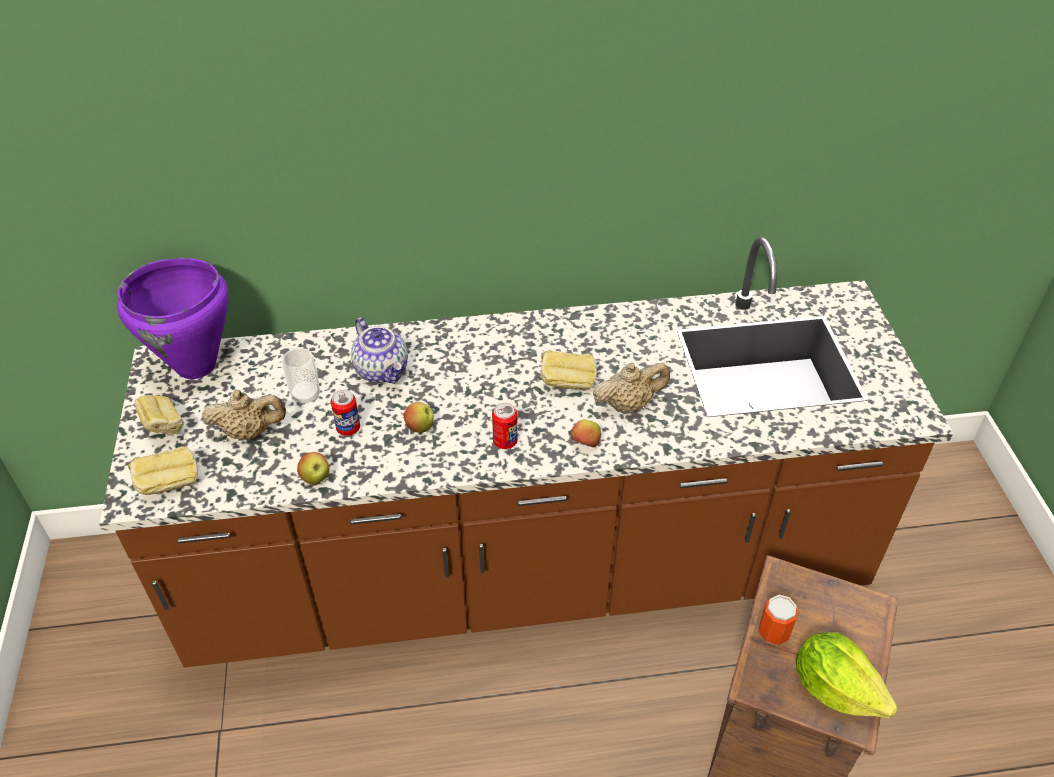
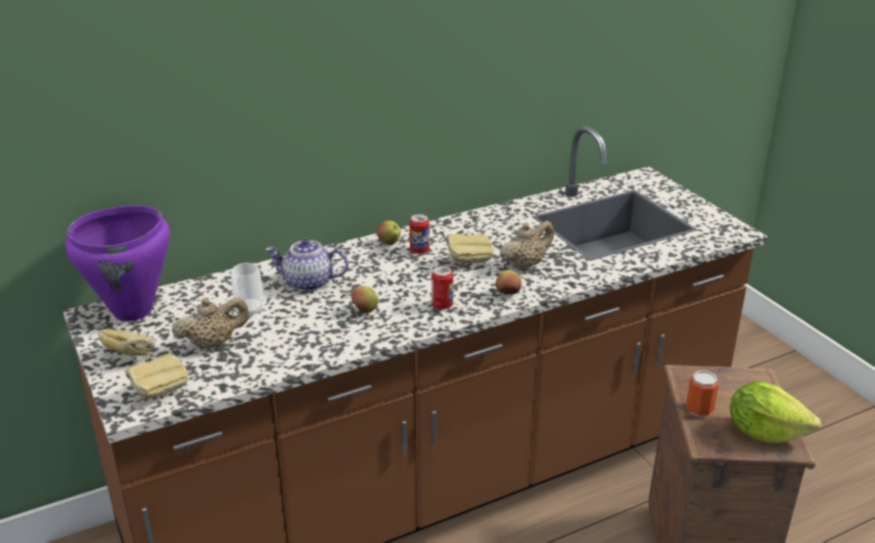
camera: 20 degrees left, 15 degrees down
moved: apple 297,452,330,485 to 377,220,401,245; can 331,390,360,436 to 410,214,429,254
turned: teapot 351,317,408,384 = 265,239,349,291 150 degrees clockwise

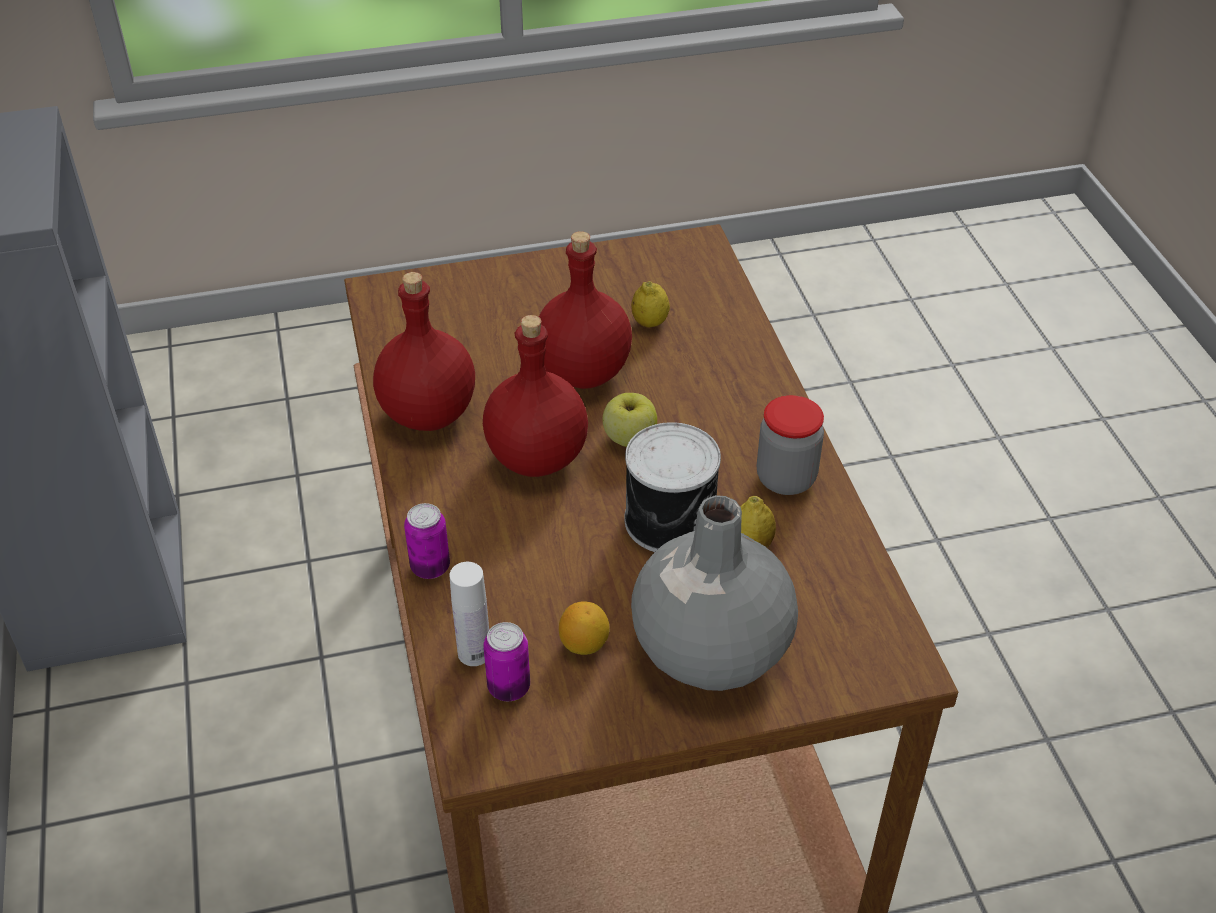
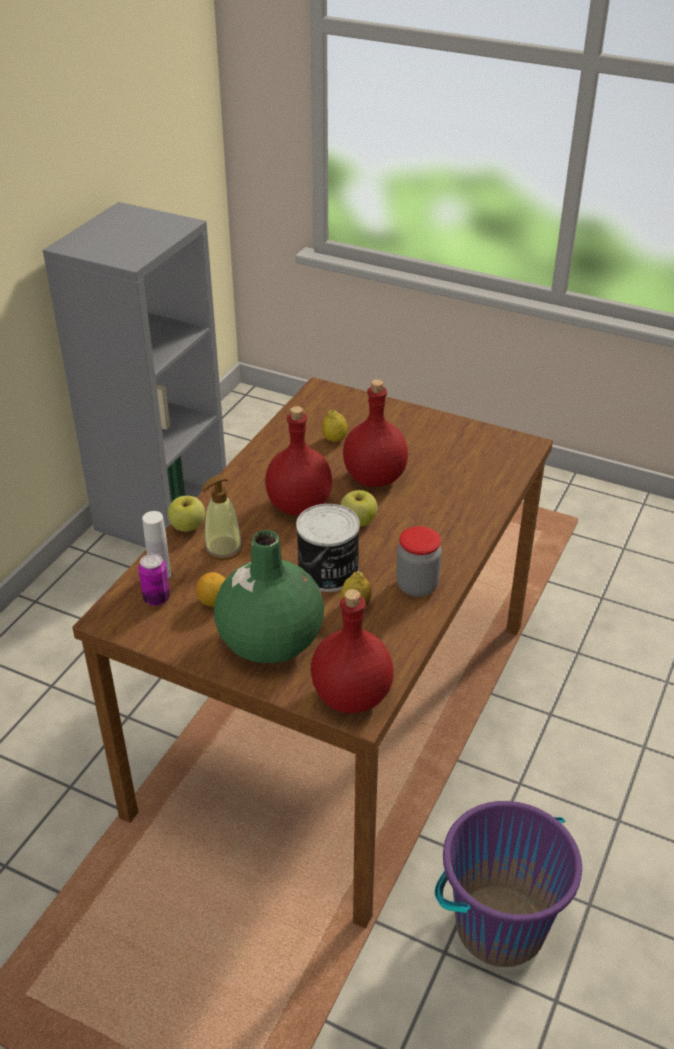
camera: 40 degrees right, 5 degrees down
added: soap_dispenser 201,474,243,560; purple_bucket 435,801,582,967
moved: red_bottle 373,272,475,431 to 311,589,394,714; lemon 631,281,670,328 to 322,410,348,442
replaced: can 404,503,450,579 to apple 168,496,205,532
recoloured: grey_vase 631,495,798,691 to green_vase 214,530,324,663

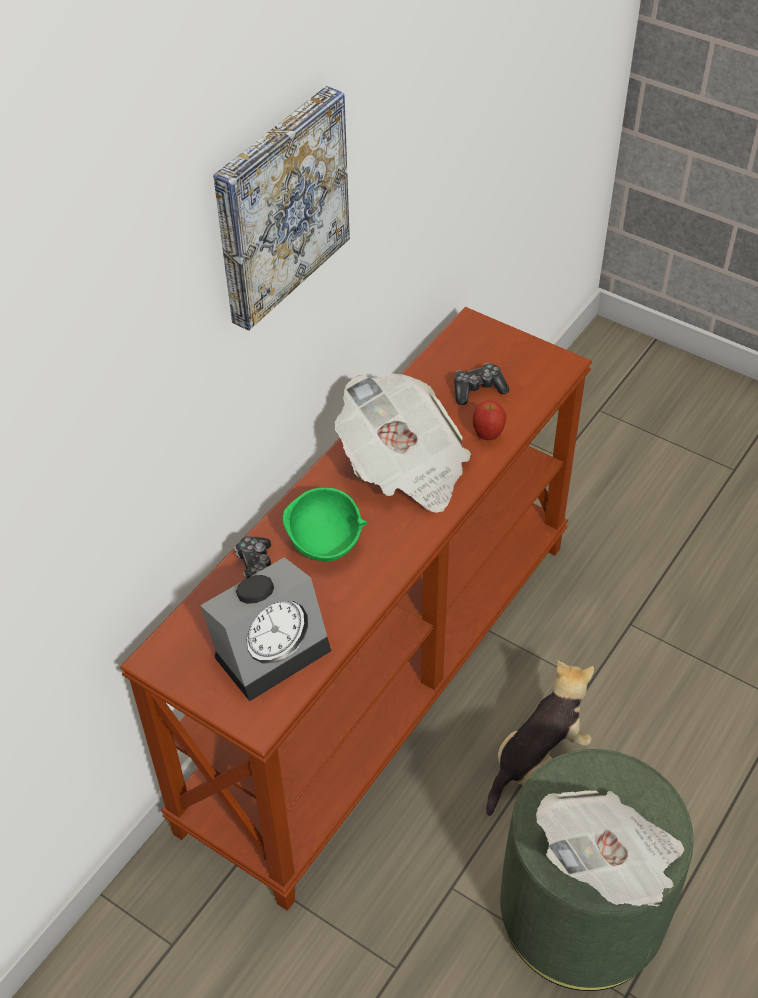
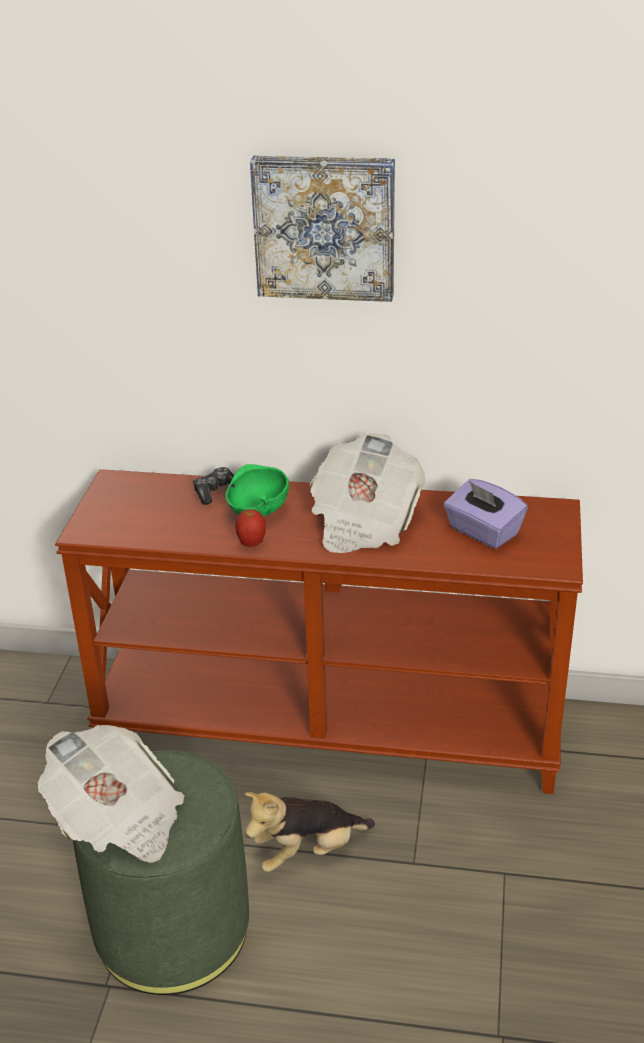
camera: 65 degrees right, 15 degrees down
removed: alarm_clock 200,557,331,701
moved: apple 473,400,506,440 to 235,509,266,547
replaced: game_controller 454,363,509,405 to purple_tissue_box 444,479,528,549
turned: plush_toy 486,661,594,816 = 245,792,375,872 135 degrees clockwise

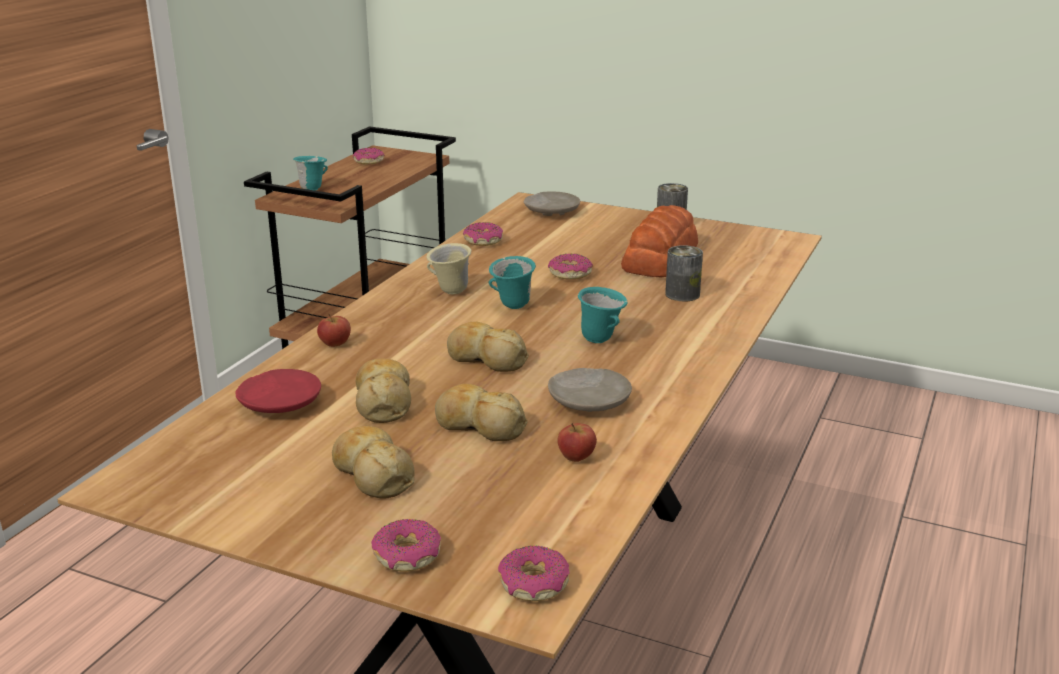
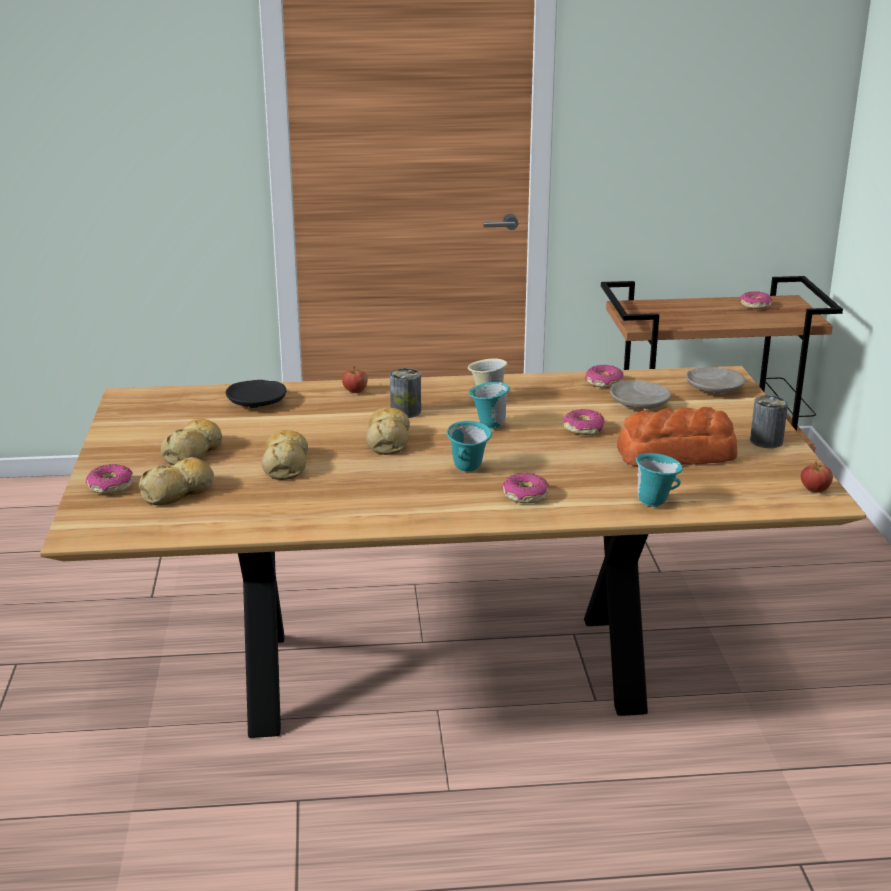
camera: 60 degrees right, 0 degrees up
moved: turquoise_mug 293,156,328,191 to 636,453,683,507; bread 356,359,411,423 to 139,457,214,505; donut 498,545,570,601 to 502,473,549,503; beige_plate 548,368,632,412 to 610,380,671,409; apple 557,423,597,462 to 801,461,833,492; can 665,245,703,301 to 390,368,421,418
recoloured: red_plate 235,369,321,413 to black_plate 226,380,286,408

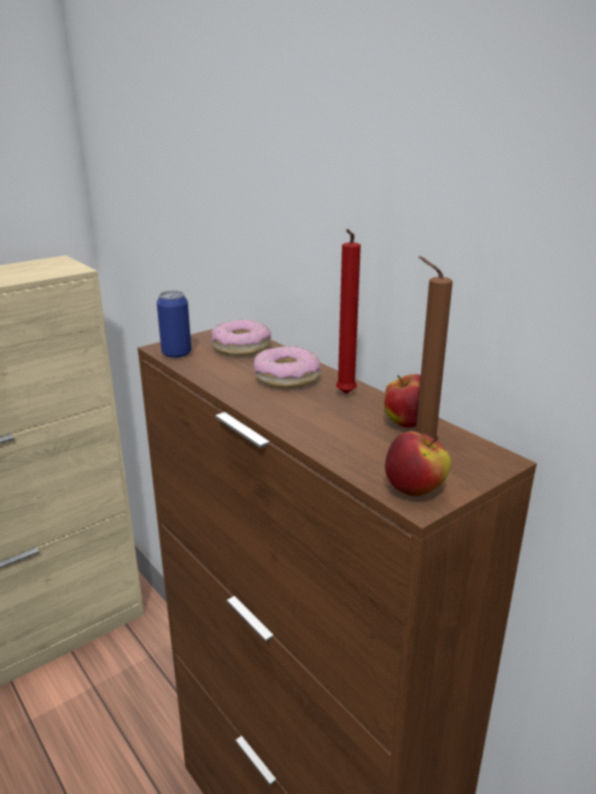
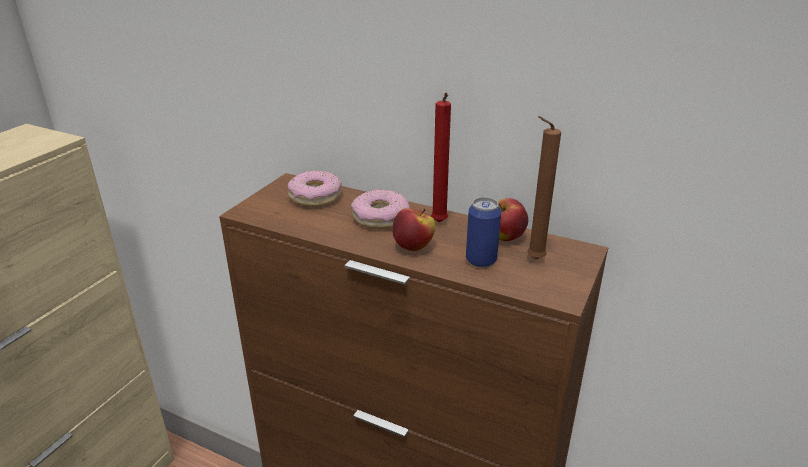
camera: 25 degrees left, 5 degrees up
moved: can 157,290,191,358 to 466,197,501,267; apple 385,431,451,497 to 392,208,436,251

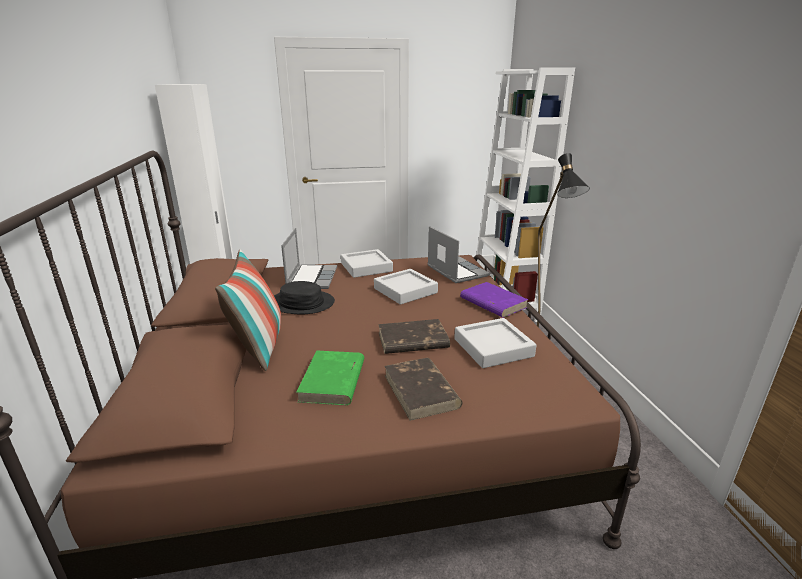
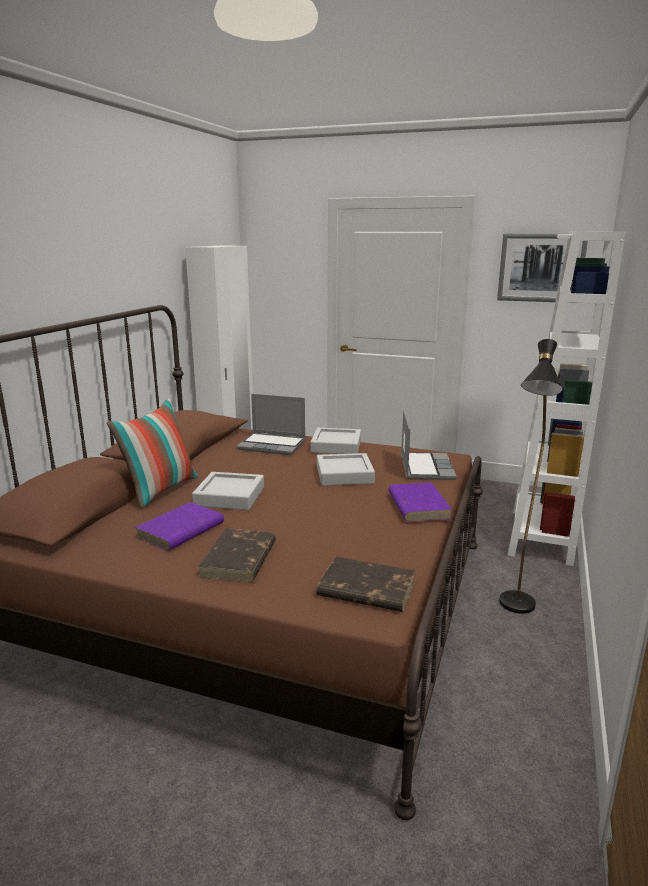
camera: 30 degrees right, 5 degrees down
removed: black_hat 274,281,335,314
added: picture 497,234,588,303
moved: brown_book 378,319,450,354 to 316,557,415,612; grey_tray 454,318,537,368 to 192,472,264,510
recoloured: green_book 296,351,364,406 to purple_book 135,502,224,551
turned: laptop 281,228,337,289 = 236,394,306,455 75 degrees clockwise

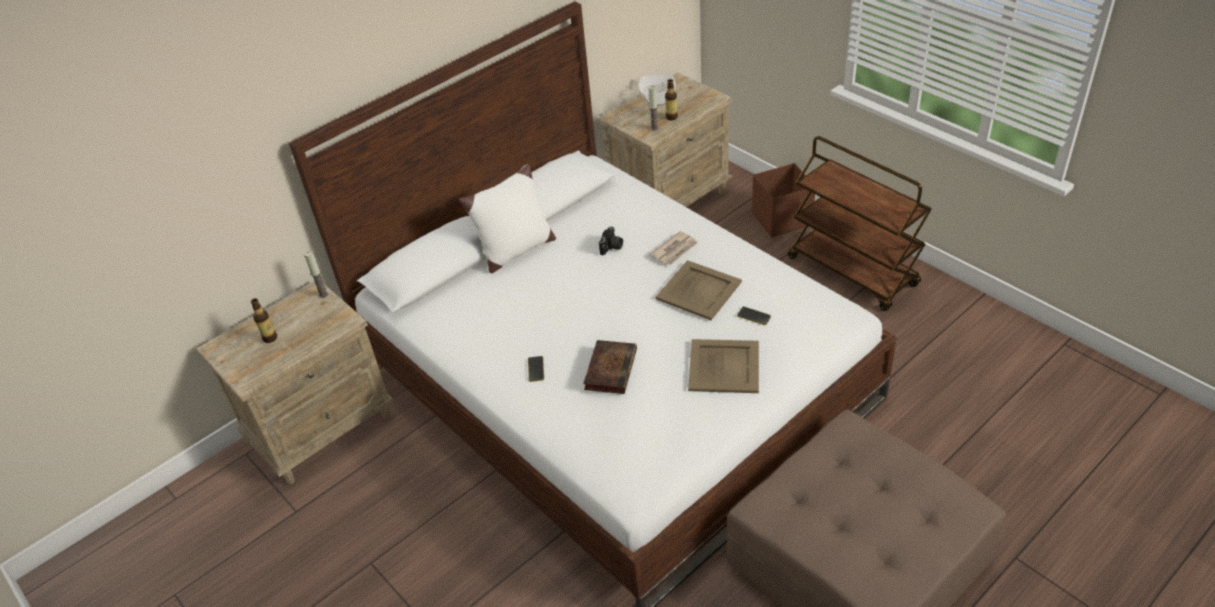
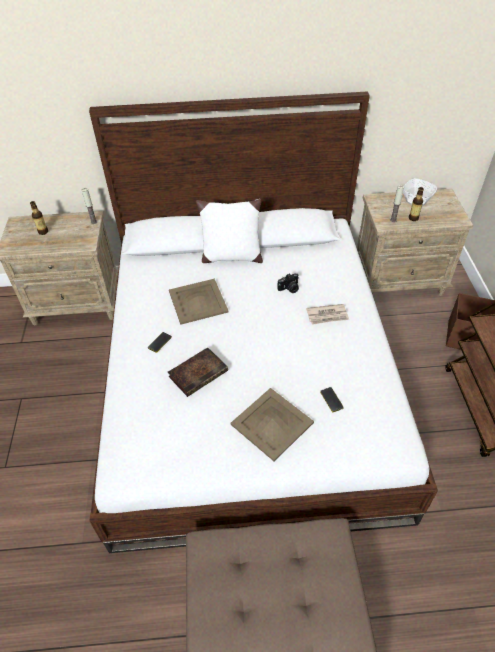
camera: 35 degrees right, 5 degrees up
moved: beige_tray 656,260,742,320 to 169,279,229,325

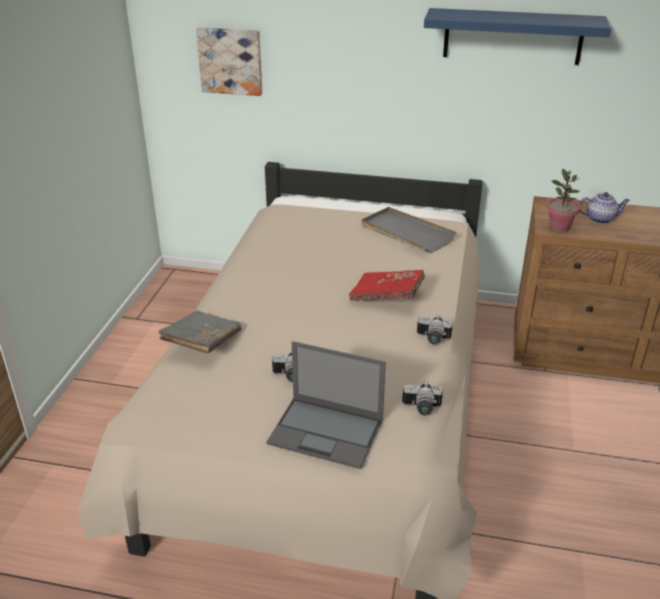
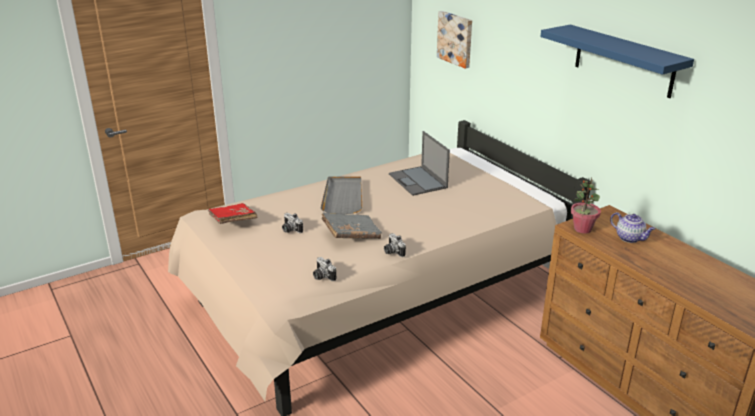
camera: 45 degrees right, 5 degrees down
moved: grey_book 158,311,242,353 to 321,213,382,239; laptop 266,341,386,469 to 389,131,450,196; red_book 349,270,425,301 to 208,203,257,224; grey_tray 361,207,456,252 to 320,176,362,214

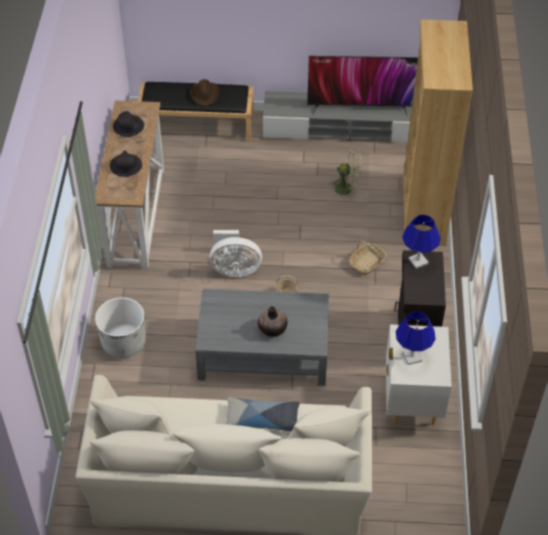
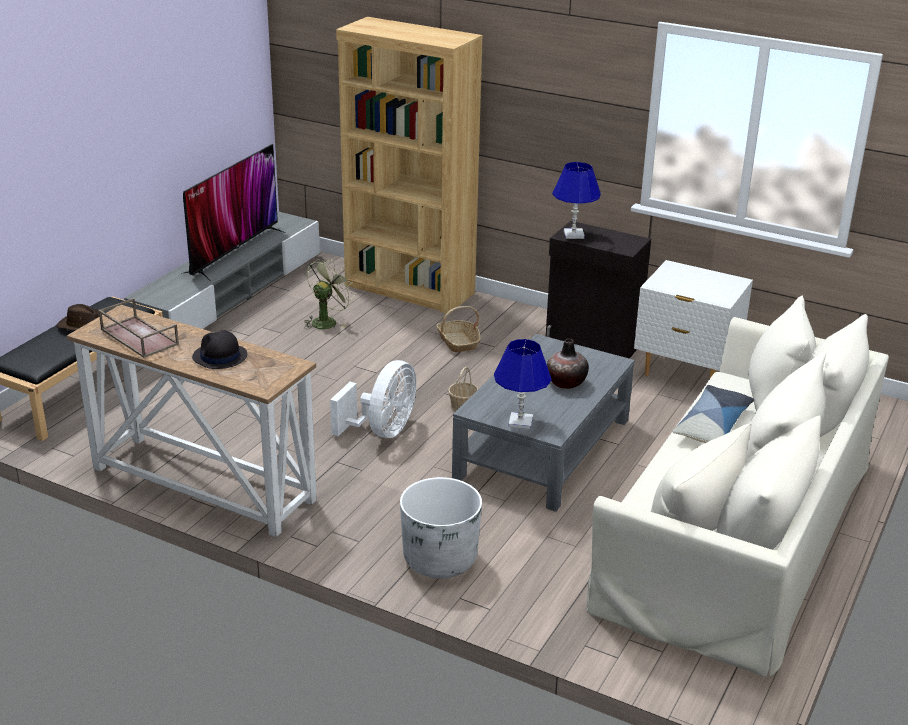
camera: 65 degrees left, 20 degrees down
moved: blue_table_lamp 396,312,436,365 to 494,339,552,429
replaced: black_hat 113,111,144,137 to brown_tray 98,298,179,358

